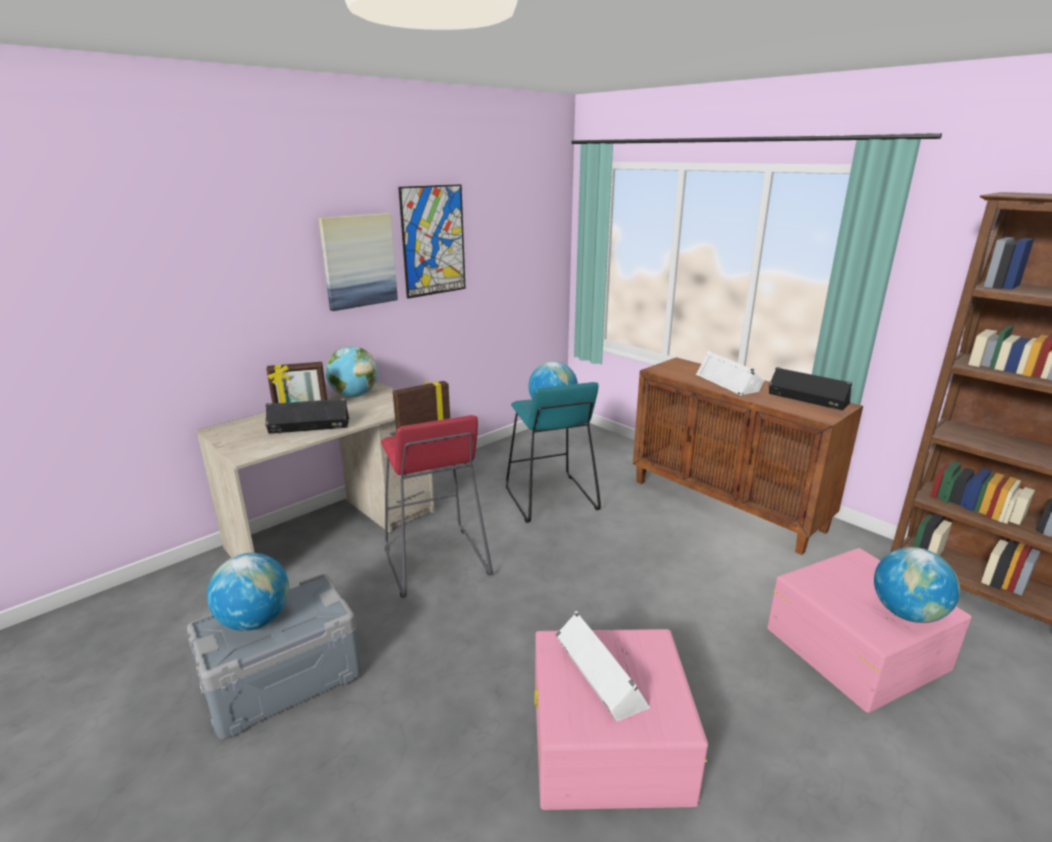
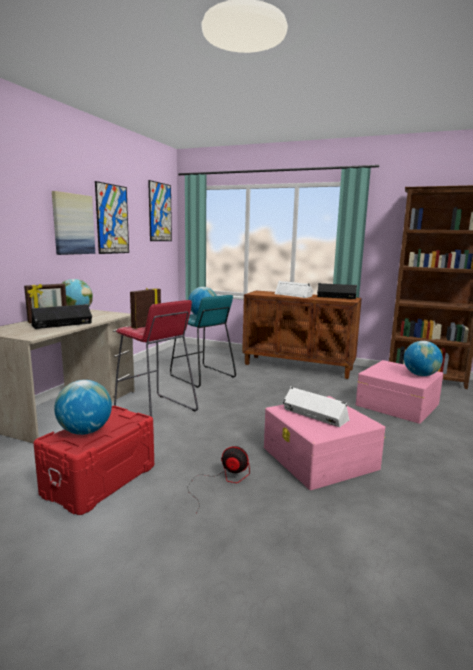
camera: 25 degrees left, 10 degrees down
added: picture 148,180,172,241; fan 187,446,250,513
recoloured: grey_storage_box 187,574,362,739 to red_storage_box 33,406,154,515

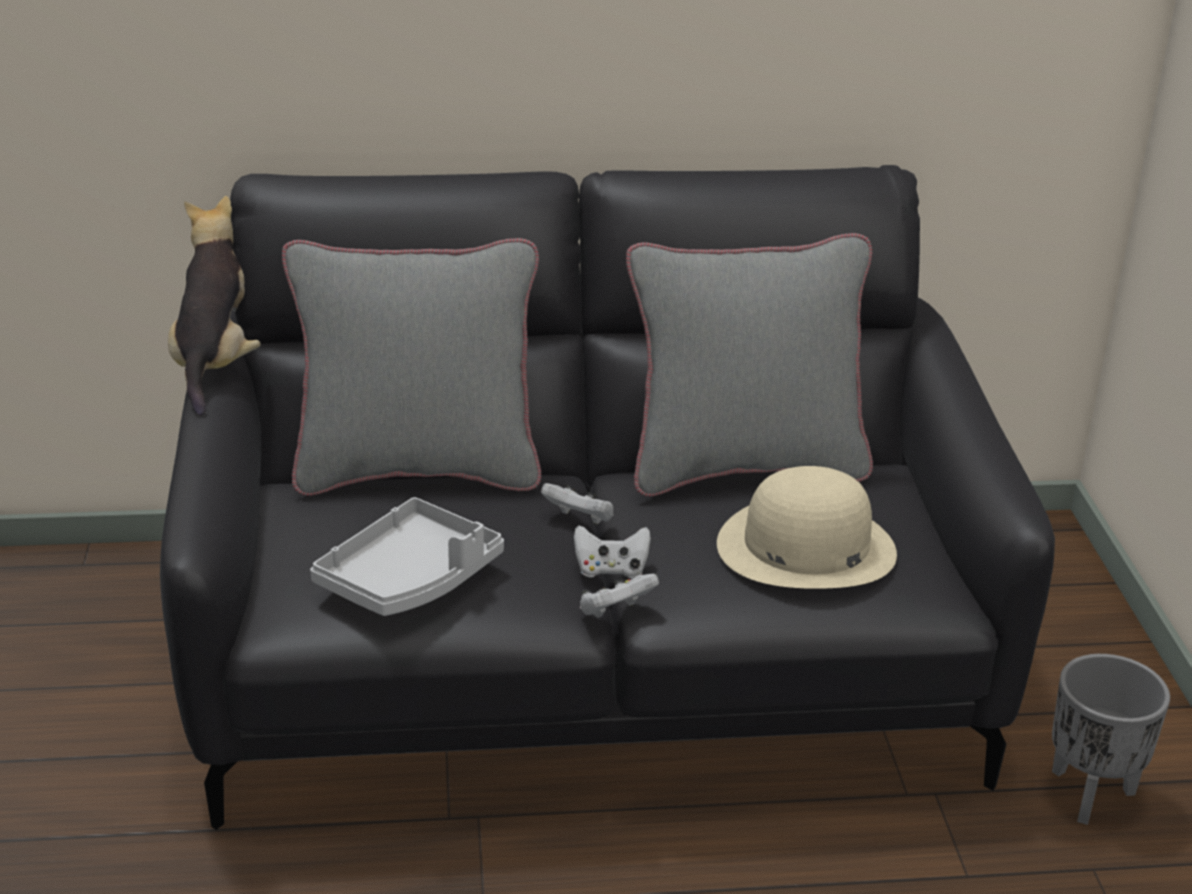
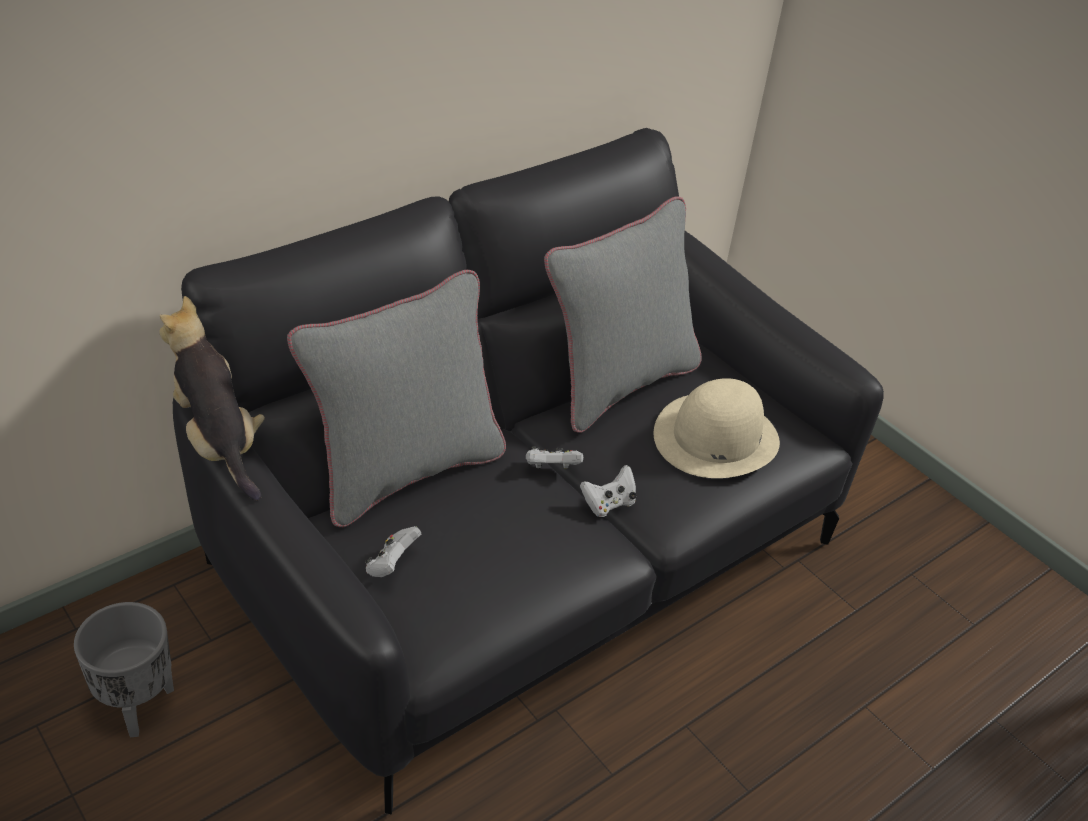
camera: 35 degrees left, 10 degrees up
removed: grey_tray 310,497,504,616
moved: white_game_controller 580,574,659,618 to 365,526,421,577; grey_planter 1052,654,1170,825 to 74,602,174,737

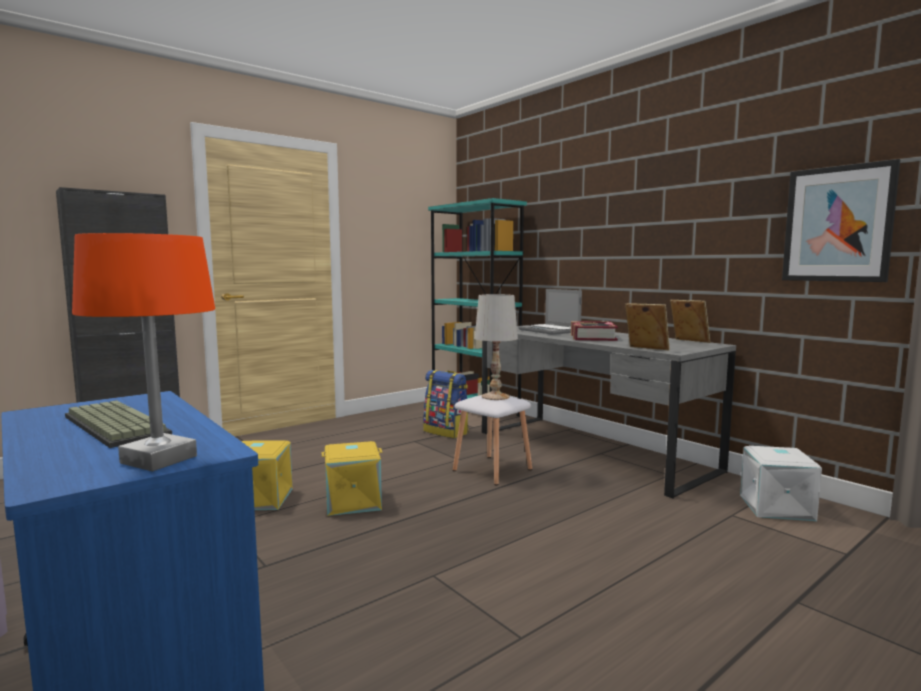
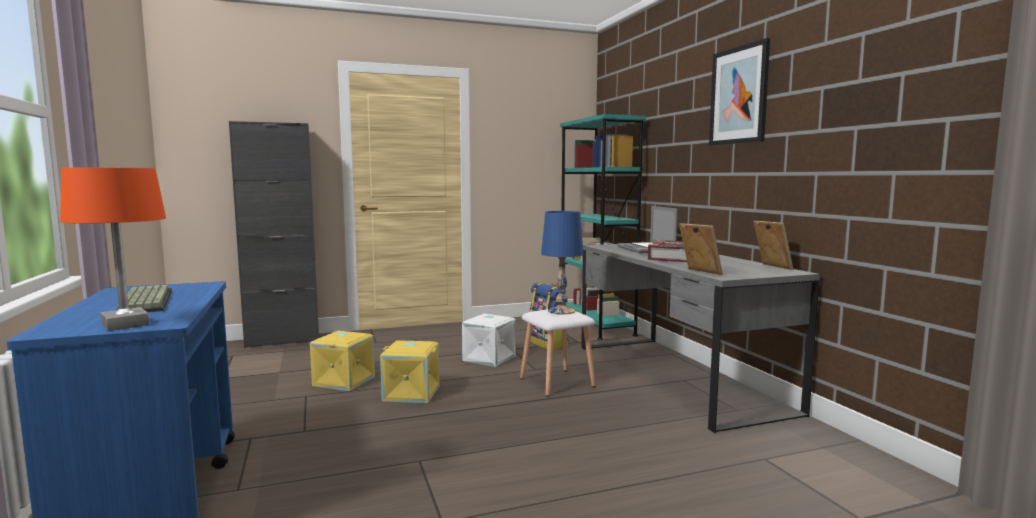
camera: 20 degrees right, 0 degrees up
moved: white_storage_box 740,446,822,521 to 462,314,516,367; picture 782,159,900,282 to 709,38,770,146
recoloured: white_table_lamp 475,294,518,400 to blue_table_lamp 541,211,583,315

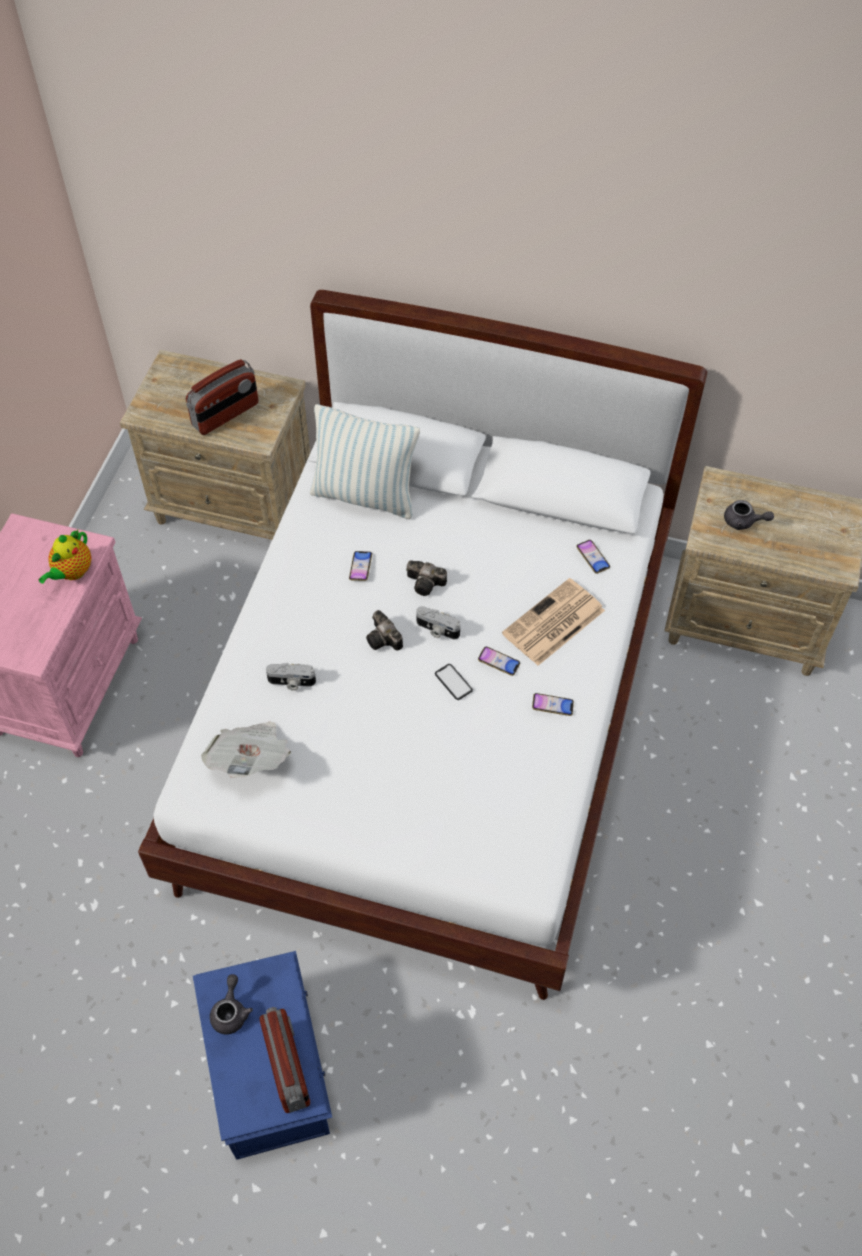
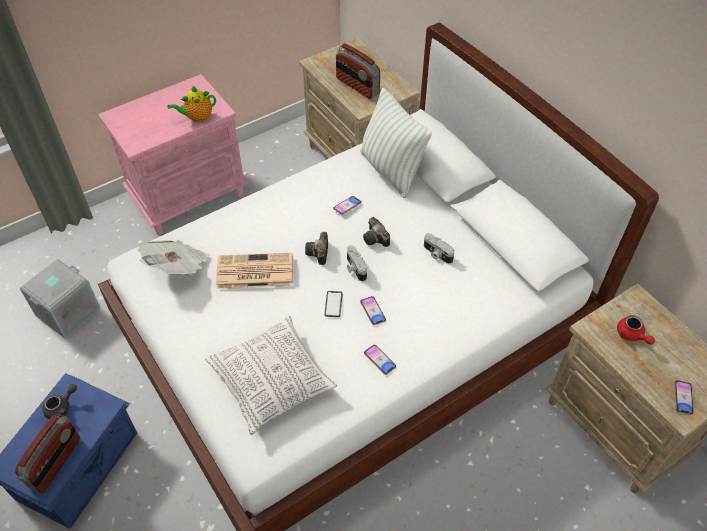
camera: 40 degrees right, 5 degrees down
added: grey_storage_box 20,259,100,338; pillow 205,316,337,435
moved: photo_camera 266,663,316,691 to 424,233,454,264; newspaper 502,578,605,666 to 216,253,293,289; phone 576,540,610,574 to 674,380,693,415
recoloured: grey_teapot 724,500,774,530 to red_teapot 617,315,655,345
turned: radio 186,359,258,435 = 336,43,380,99 45 degrees clockwise

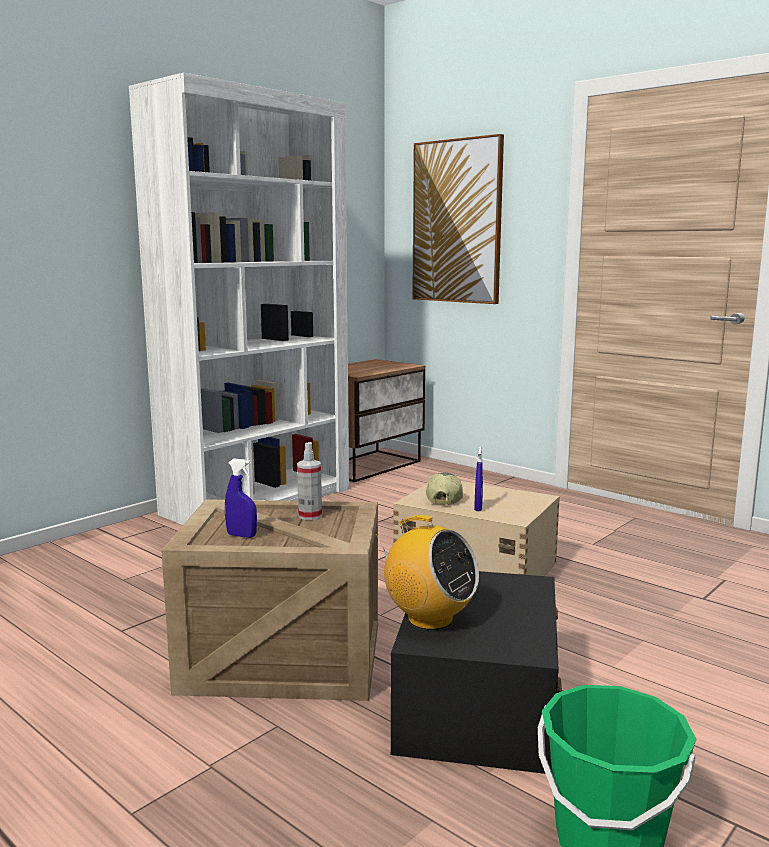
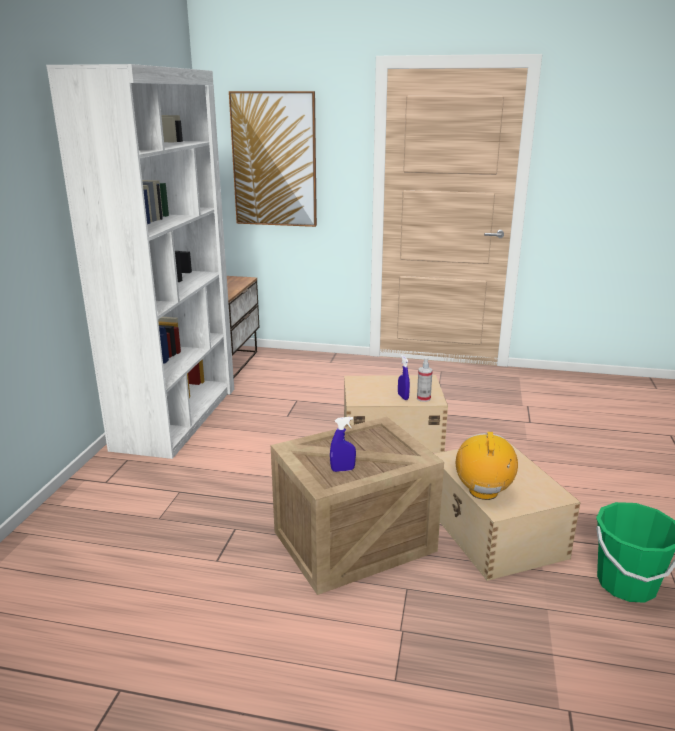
camera: 30 degrees left, 10 degrees up
removed: cap 426,472,463,504
moved: spray_bottle 297,442,322,520 to 417,357,433,402
recoloured: black_storage_box 391,571,562,774 to beige_storage_box 435,442,581,581
turned: radio 376,515,479,630 = 456,432,518,500 90 degrees counterclockwise

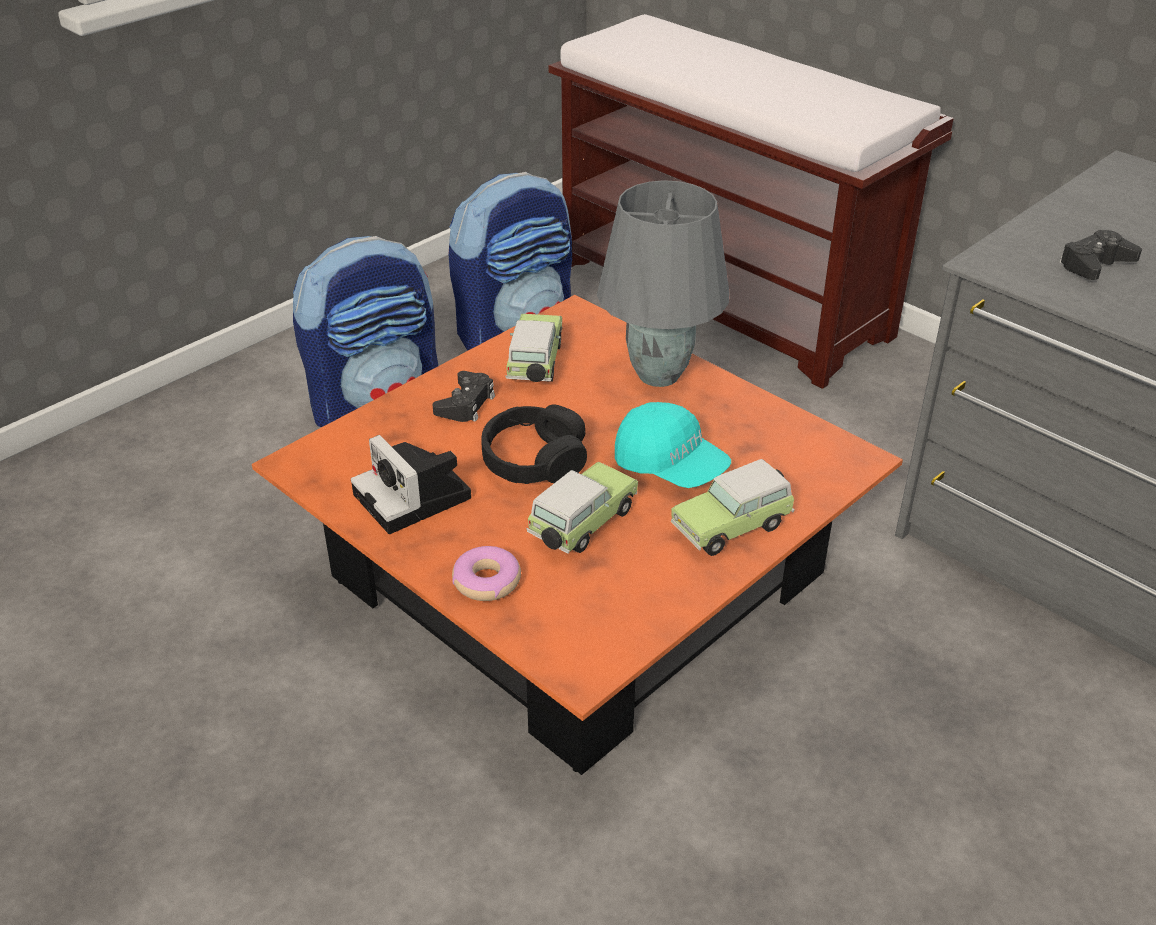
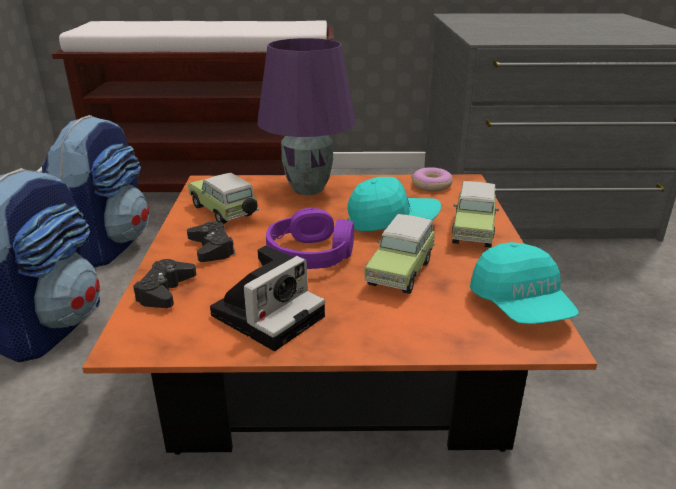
camera: 45 degrees left, 10 degrees down
added: turquoise_cap 470,242,579,324
moved: donut 452,546,521,601 to 411,167,453,192; black_game_controller 1059,230,1142,280 to 133,259,196,308
recoloured: black_headphones 482,404,587,484 to purple_headphones 266,208,354,269; grey_table_lamp 597,180,730,387 to purple_table_lamp 257,38,356,195
turned: photo_camera 351,435,471,534 = 210,246,325,351 60 degrees counterclockwise; toy_car 526,462,638,554 = 365,214,436,294 150 degrees counterclockwise

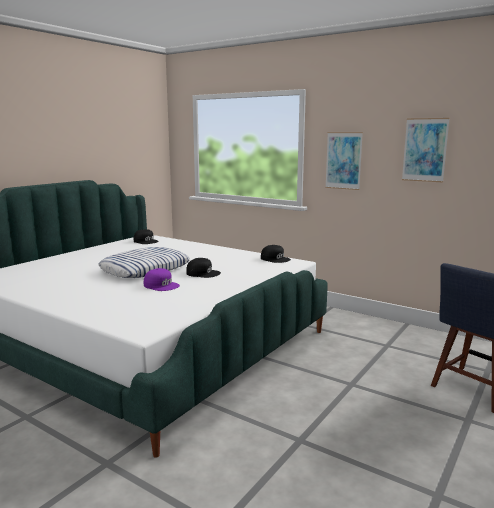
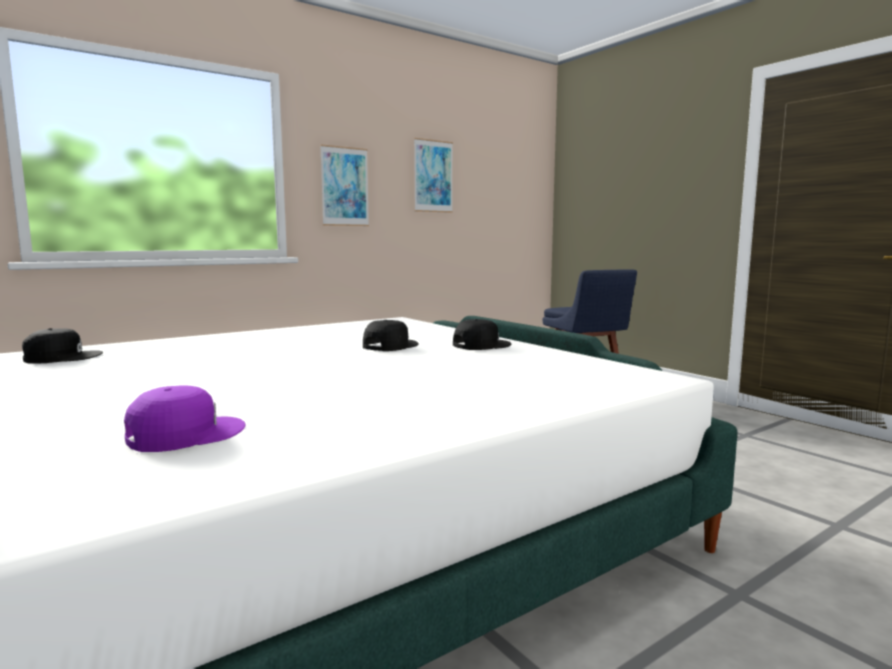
camera: 70 degrees left, 5 degrees down
removed: pillow 98,247,190,278
moved: purple_cap 144,268,180,291 to 124,385,246,452; black_cap 261,245,291,263 to 453,319,511,350

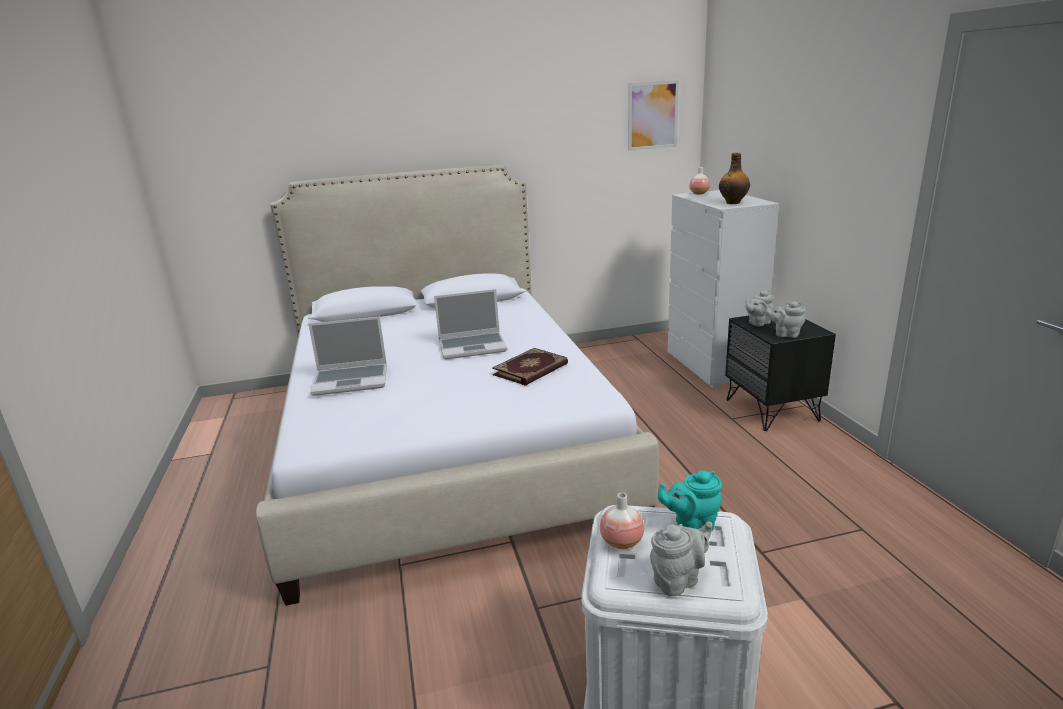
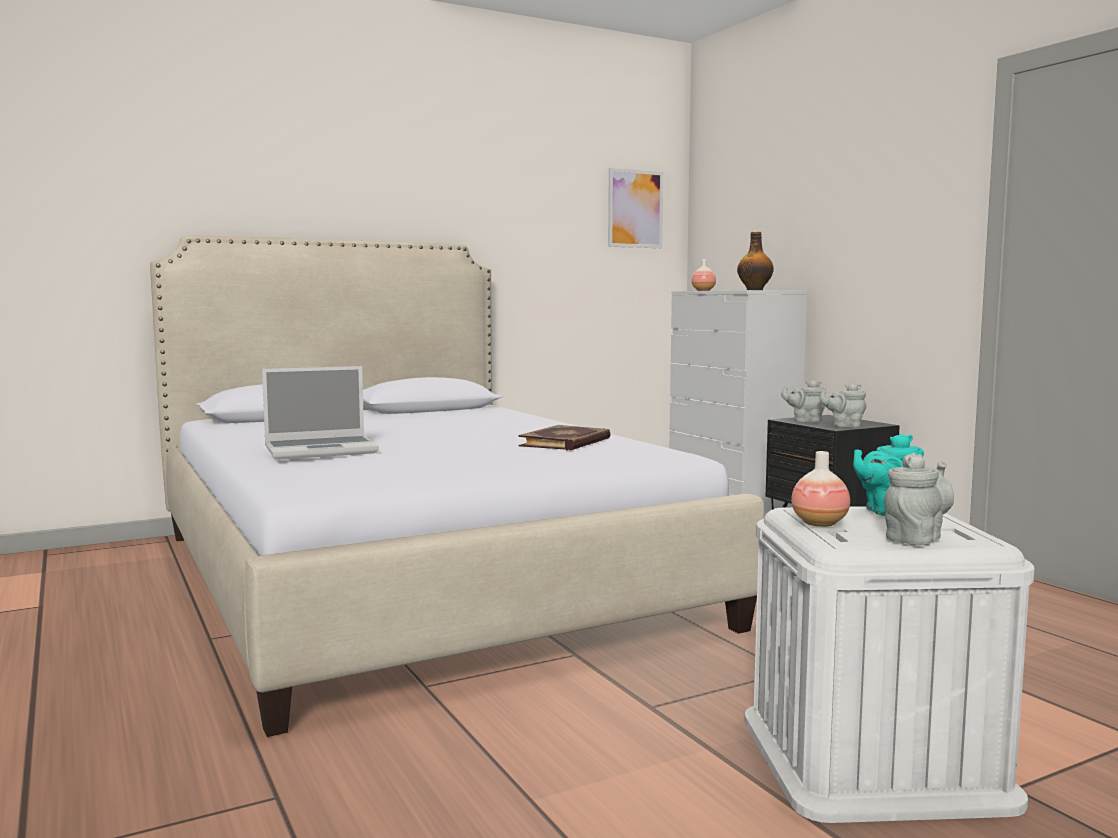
camera: 15 degrees left, 15 degrees down
removed: laptop 434,289,508,359
turned: grey_teapot 746,290,774,326 = 781,380,826,423 60 degrees clockwise

